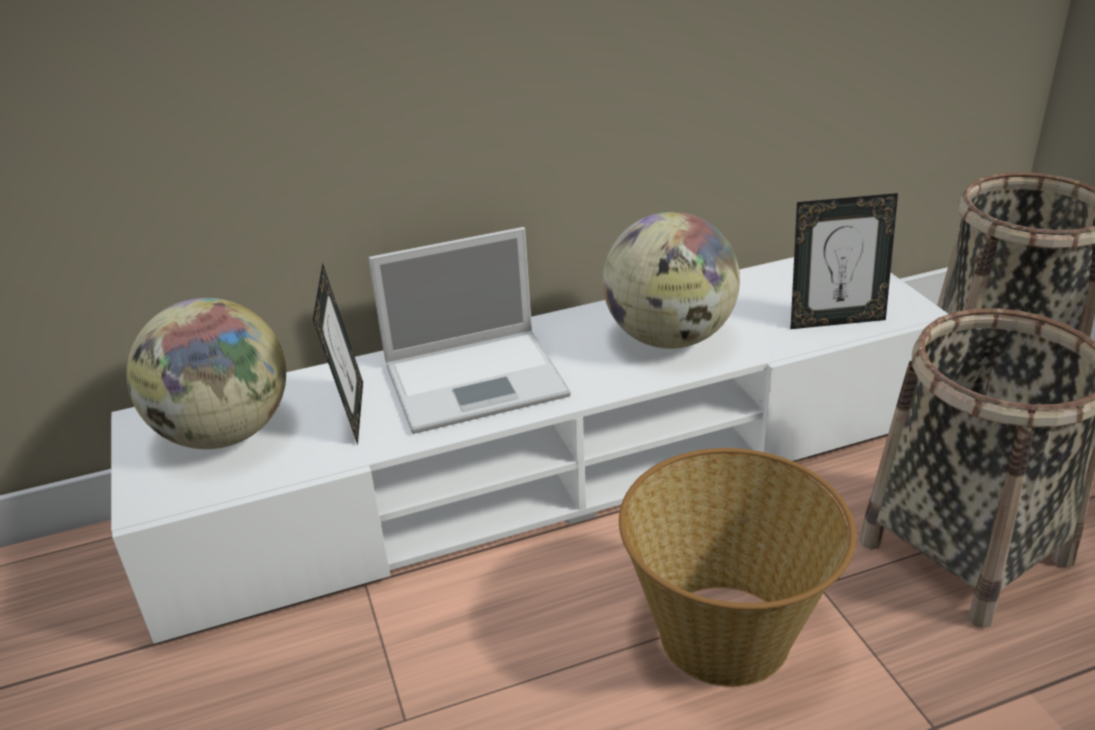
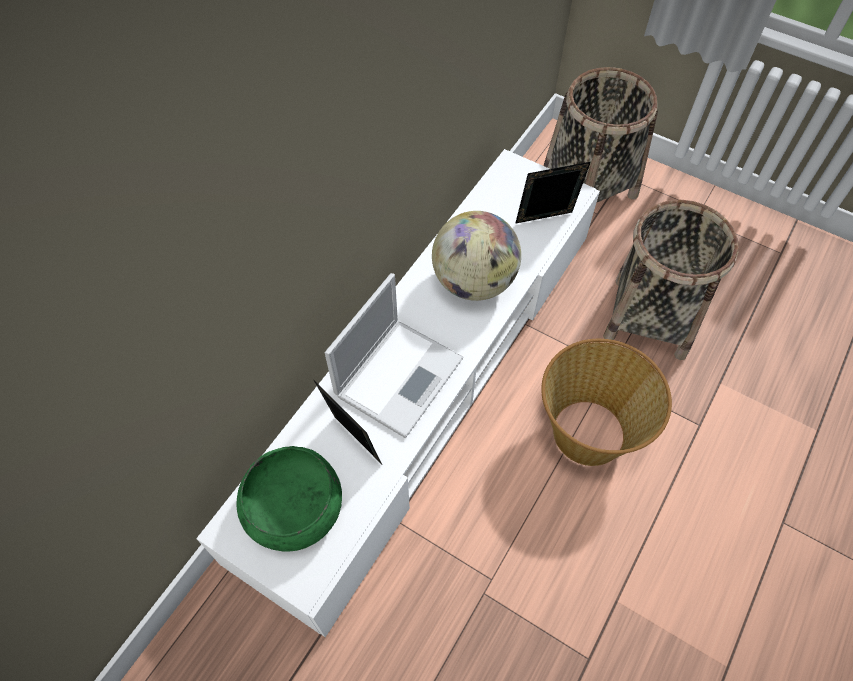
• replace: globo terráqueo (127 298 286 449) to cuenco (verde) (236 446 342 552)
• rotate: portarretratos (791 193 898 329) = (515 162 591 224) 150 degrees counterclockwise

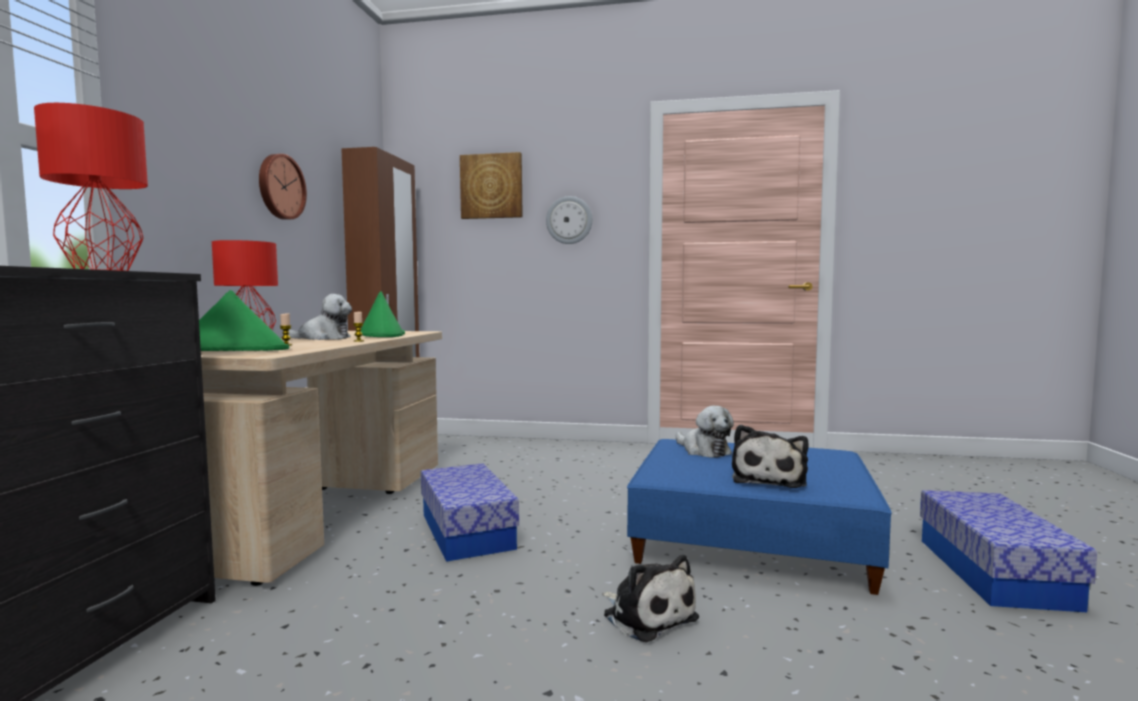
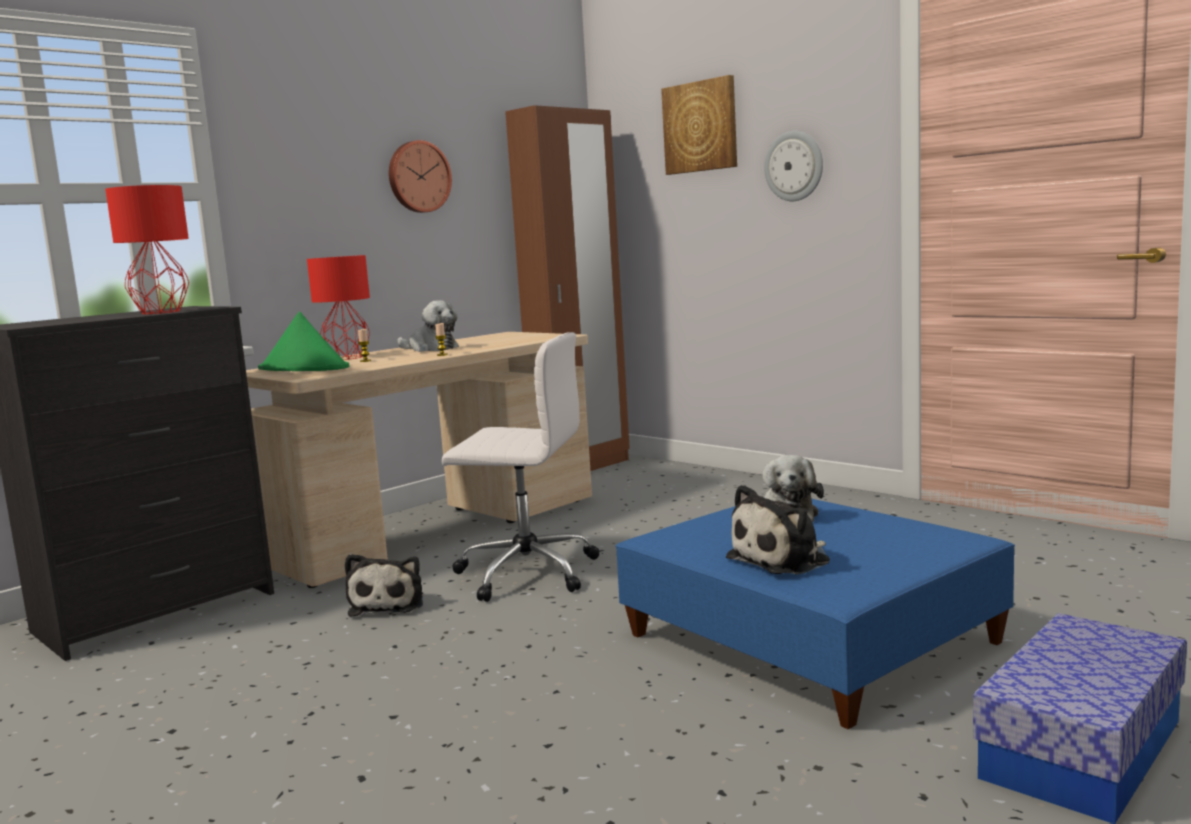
• delete: sombrero (verde) (361 291 405 337)
• move: peluche (602 555 699 643) to (345 554 423 617)
• replace: caja de almacenaje (421 463 519 562) to silla de oficina (blanco) (442 332 599 602)

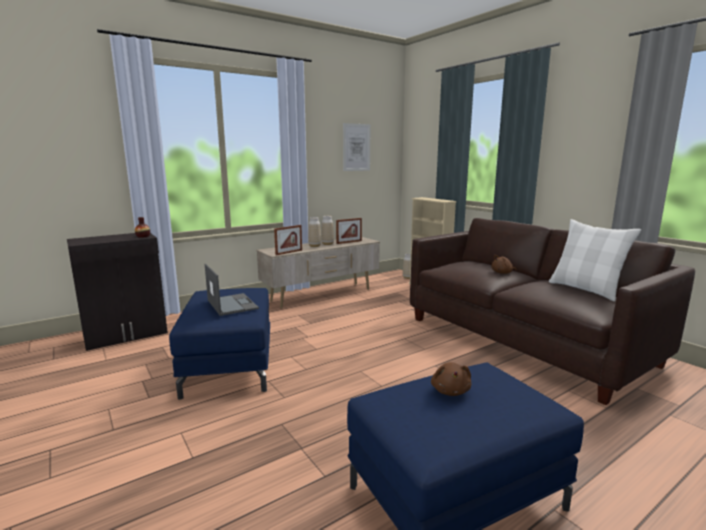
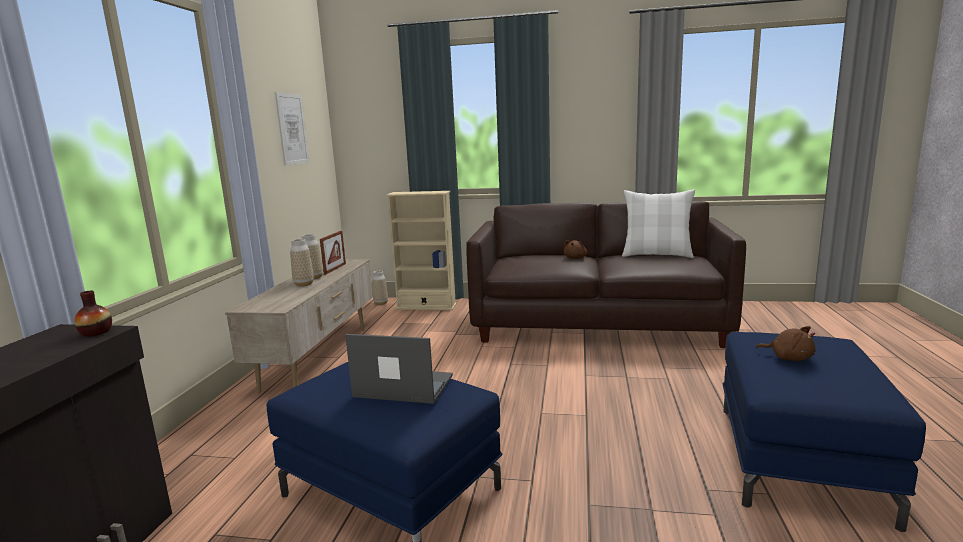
• delete: portarretratos (274 225 302 256)

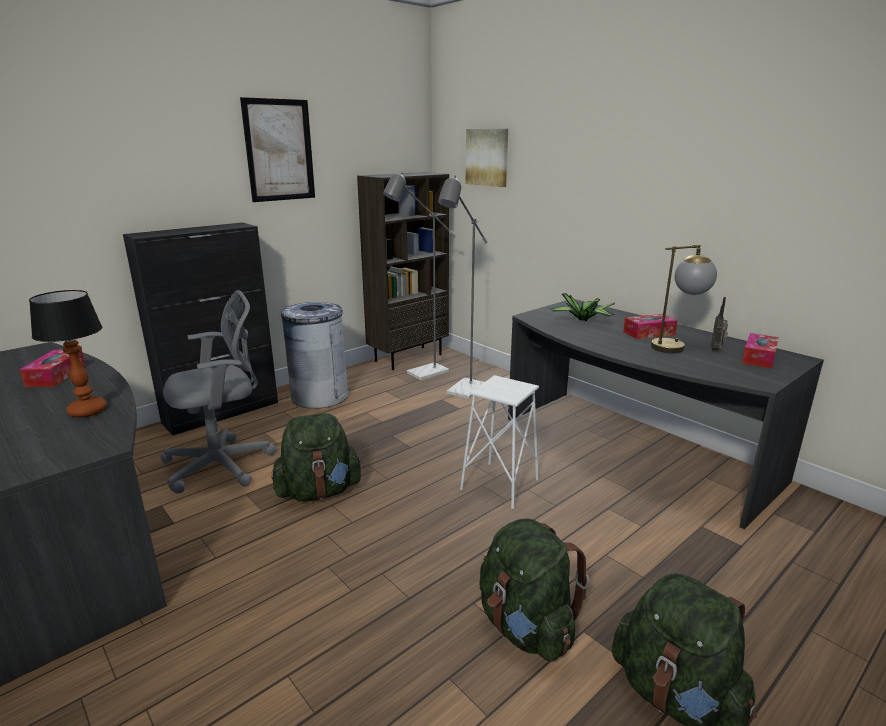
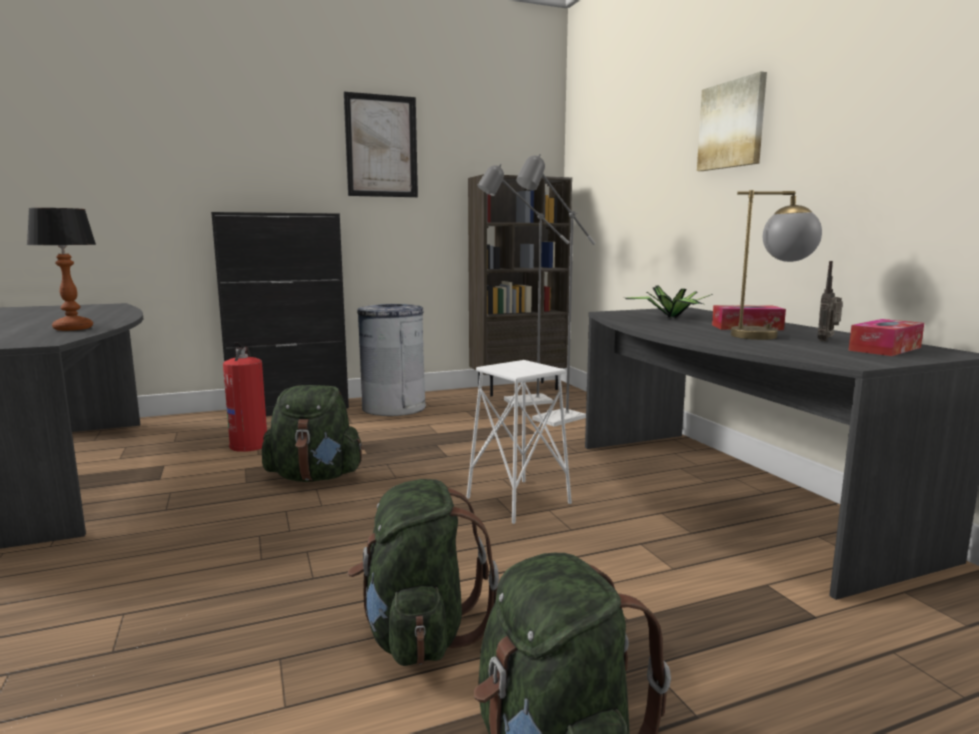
• delete: caja de pañuelos (20 349 86 387)
• move: cuadro (466 129 508 187) to (697 71 767 171)
• replace: silla de oficina (gris) (160 290 276 494) to extintor (223 342 267 452)

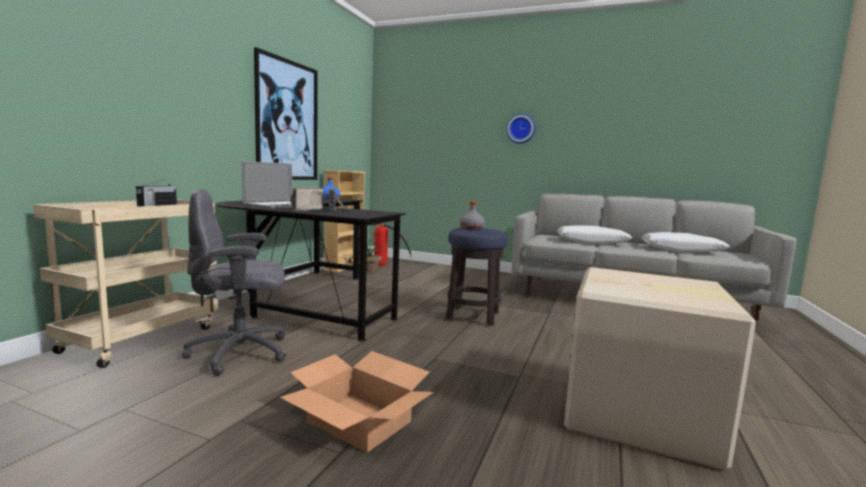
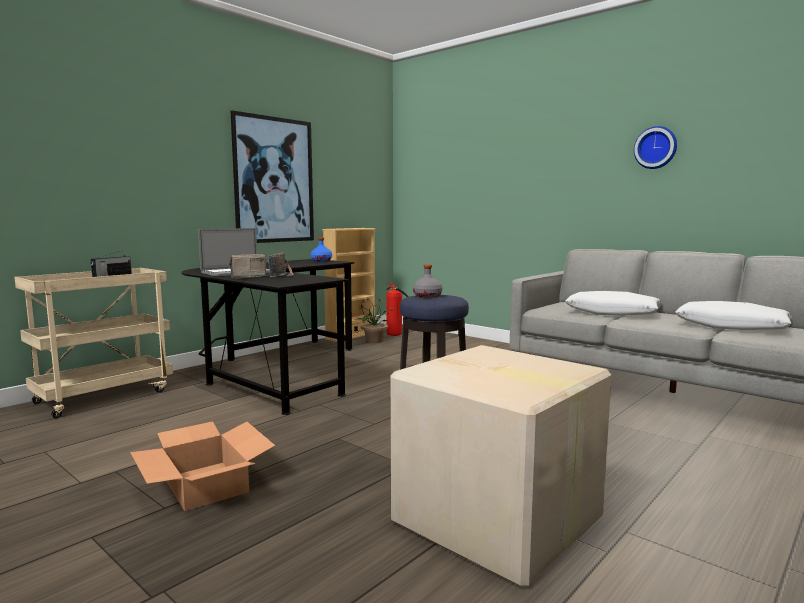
• delete: silla de oficina (gris) (182 188 286 376)
• move: reloj de pared (507 114 535 144) to (634 126 677 169)

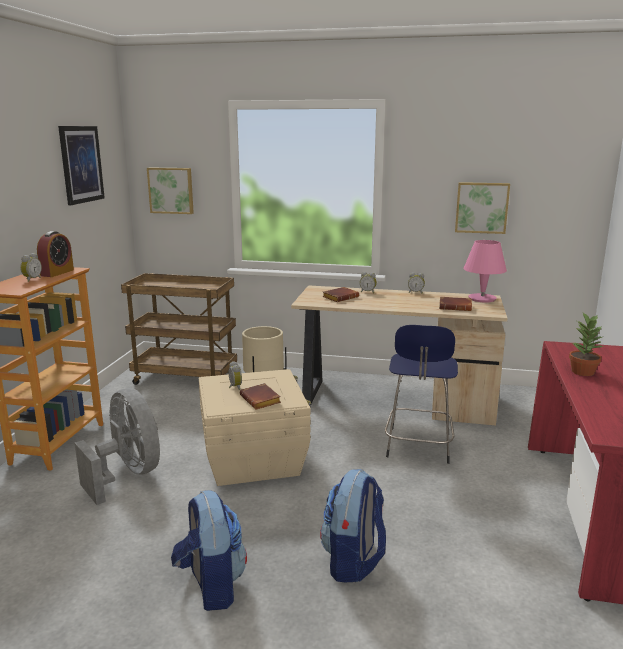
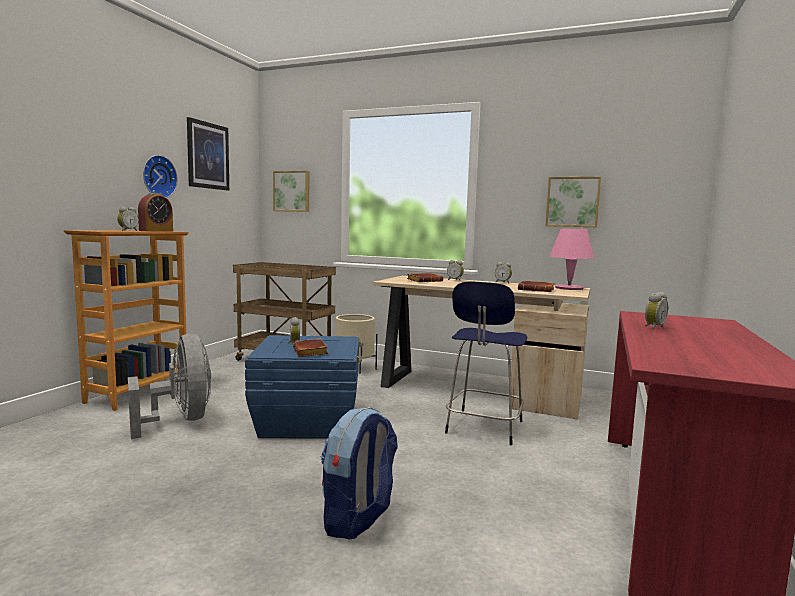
• delete: mochila (171 490 247 611)
• insert: reloj de pared (143 155 178 198)
• replace: planta en maceta (569 313 605 376) to despertador (645 292 668 330)
• recolor: caja de almacenaje (beis) (199 369 311 486) to caja de almacenaje (azul) (245 335 363 439)

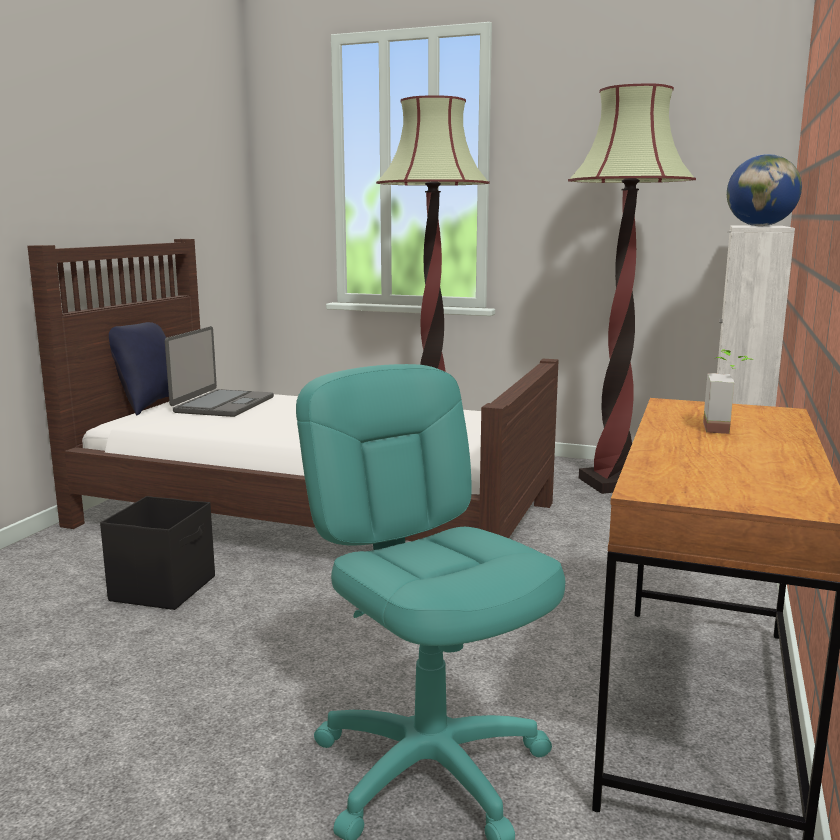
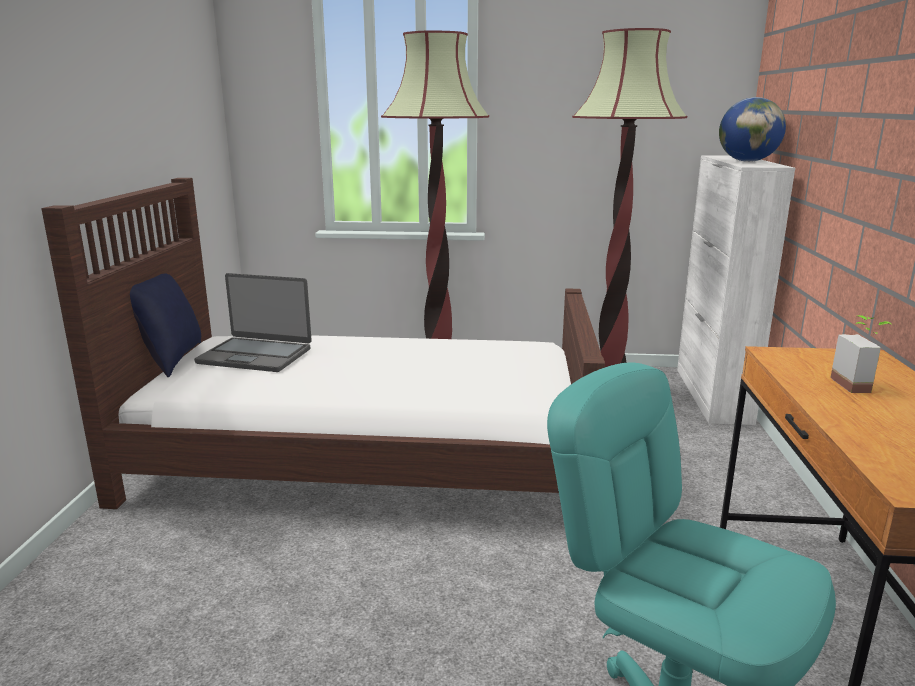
• delete: caja de almacenaje (negro) (100 496 215 610)
• rotate: portátil (165 326 274 417) = (194 273 312 372) 105 degrees clockwise

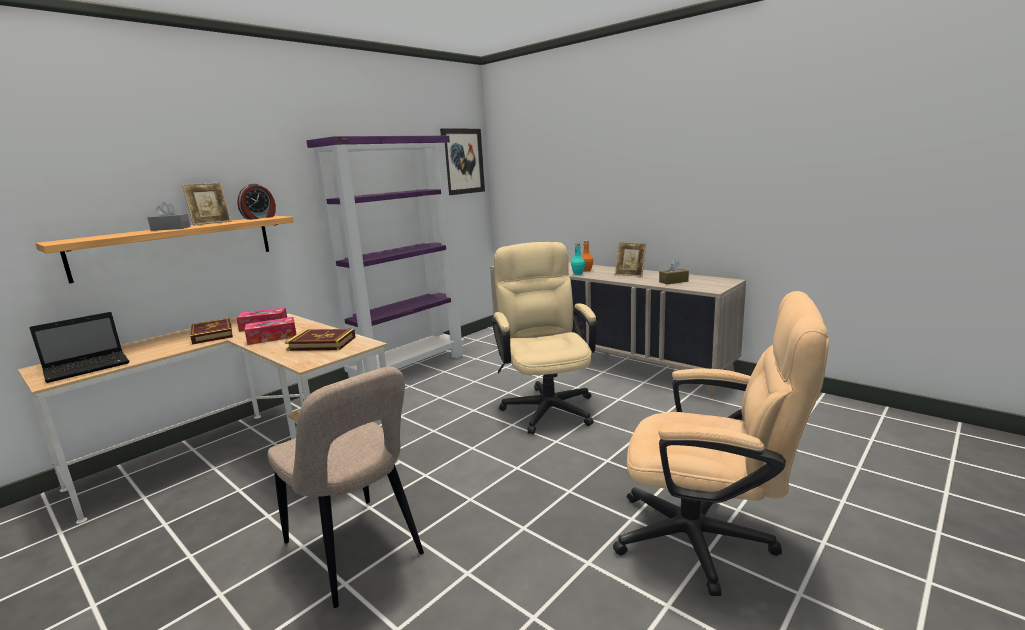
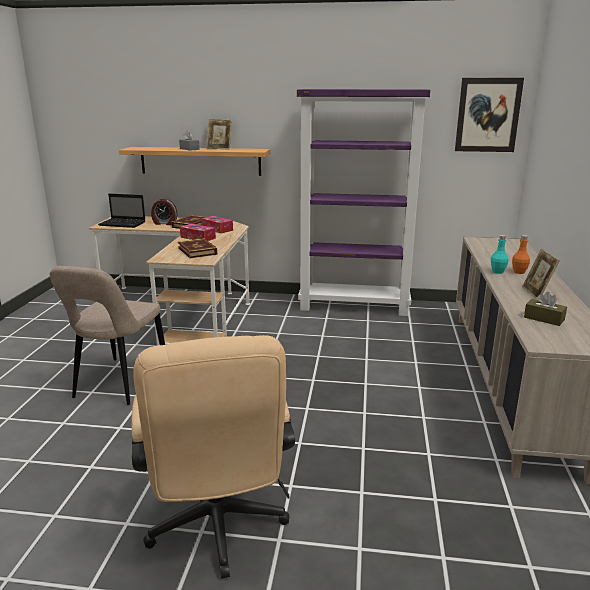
• delete: silla de oficina (beis) (492 242 597 434)
• move: despertador (237 184 276 220) to (151 198 177 225)

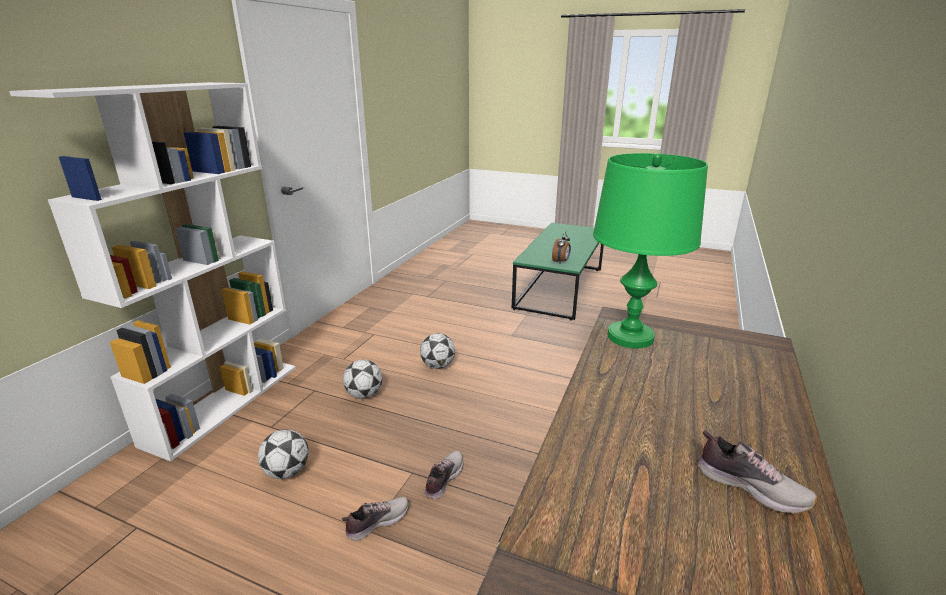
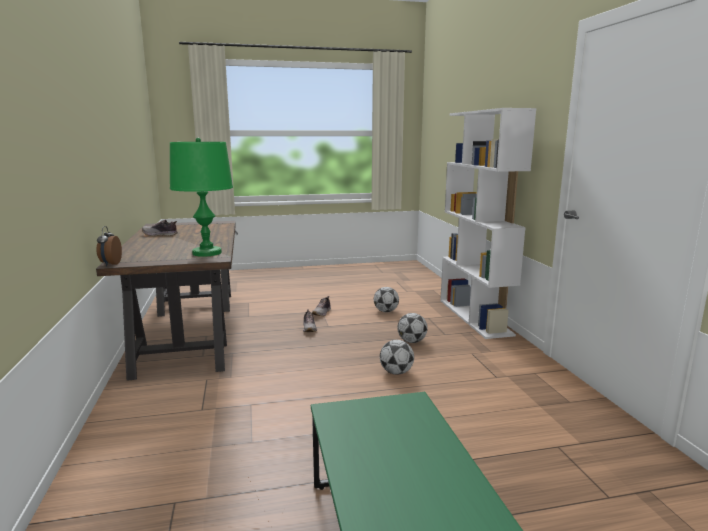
• move: despertador (552 232 571 263) to (96 226 122 266)

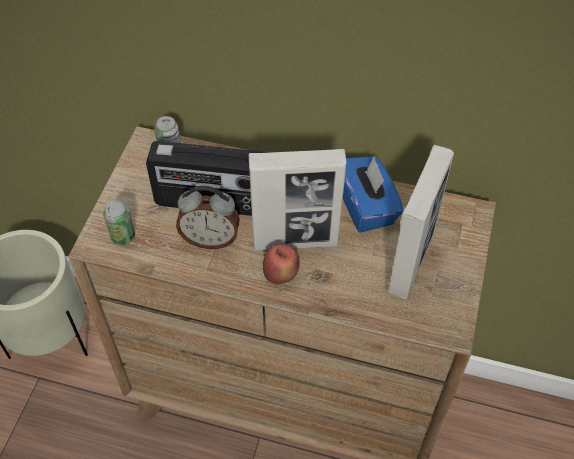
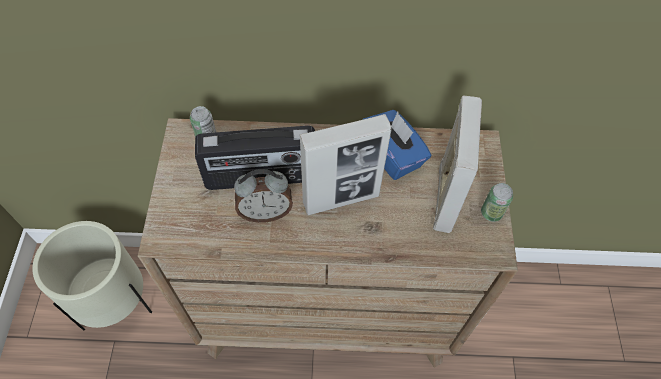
• delete: manzana (263 244 300 284)
• move: lata (103 200 135 245) to (481 183 513 222)

